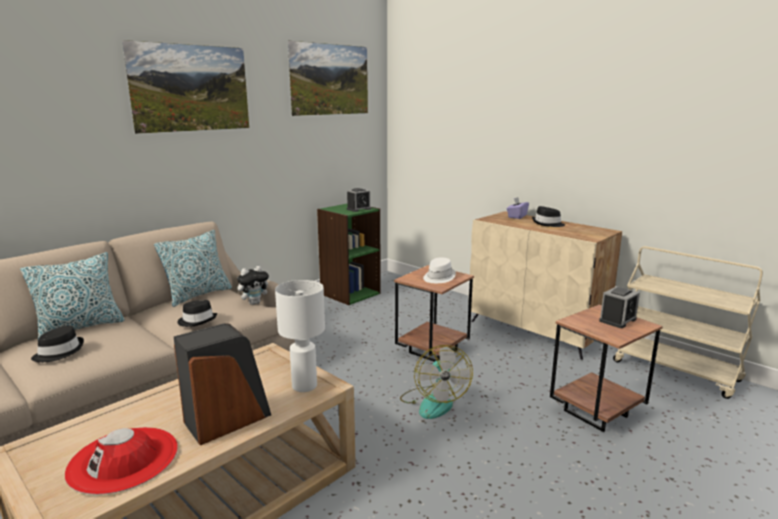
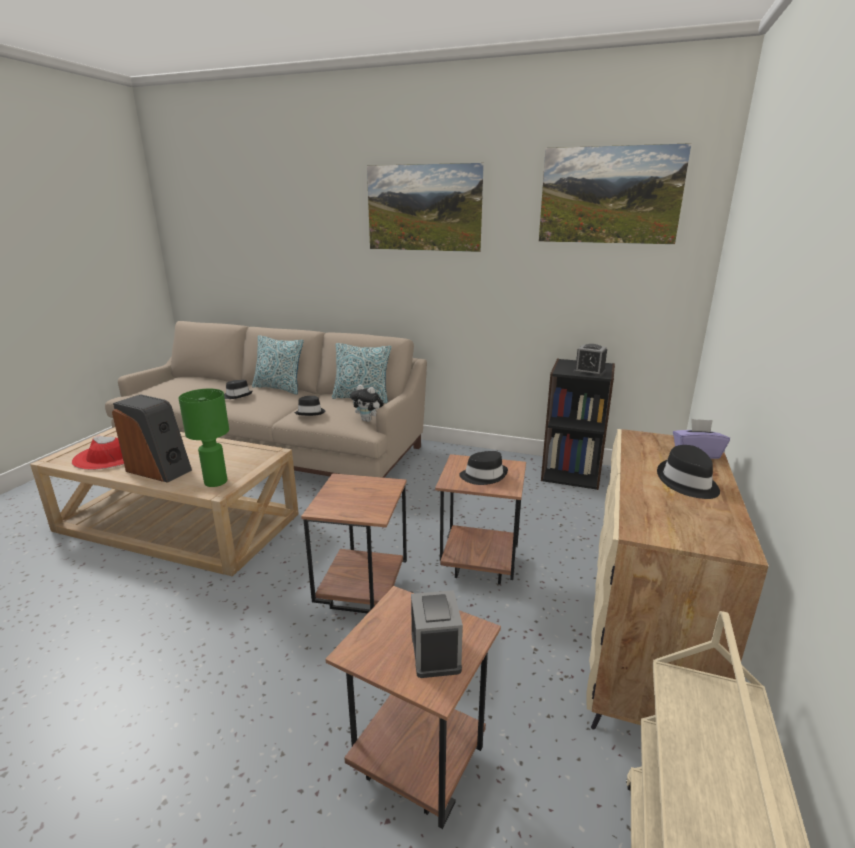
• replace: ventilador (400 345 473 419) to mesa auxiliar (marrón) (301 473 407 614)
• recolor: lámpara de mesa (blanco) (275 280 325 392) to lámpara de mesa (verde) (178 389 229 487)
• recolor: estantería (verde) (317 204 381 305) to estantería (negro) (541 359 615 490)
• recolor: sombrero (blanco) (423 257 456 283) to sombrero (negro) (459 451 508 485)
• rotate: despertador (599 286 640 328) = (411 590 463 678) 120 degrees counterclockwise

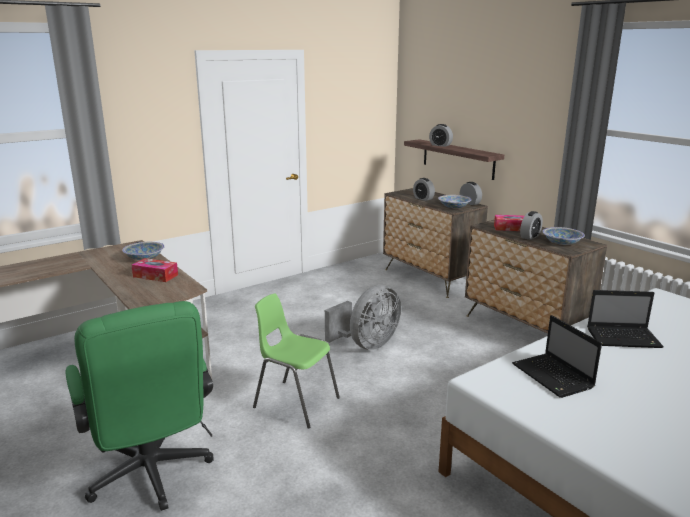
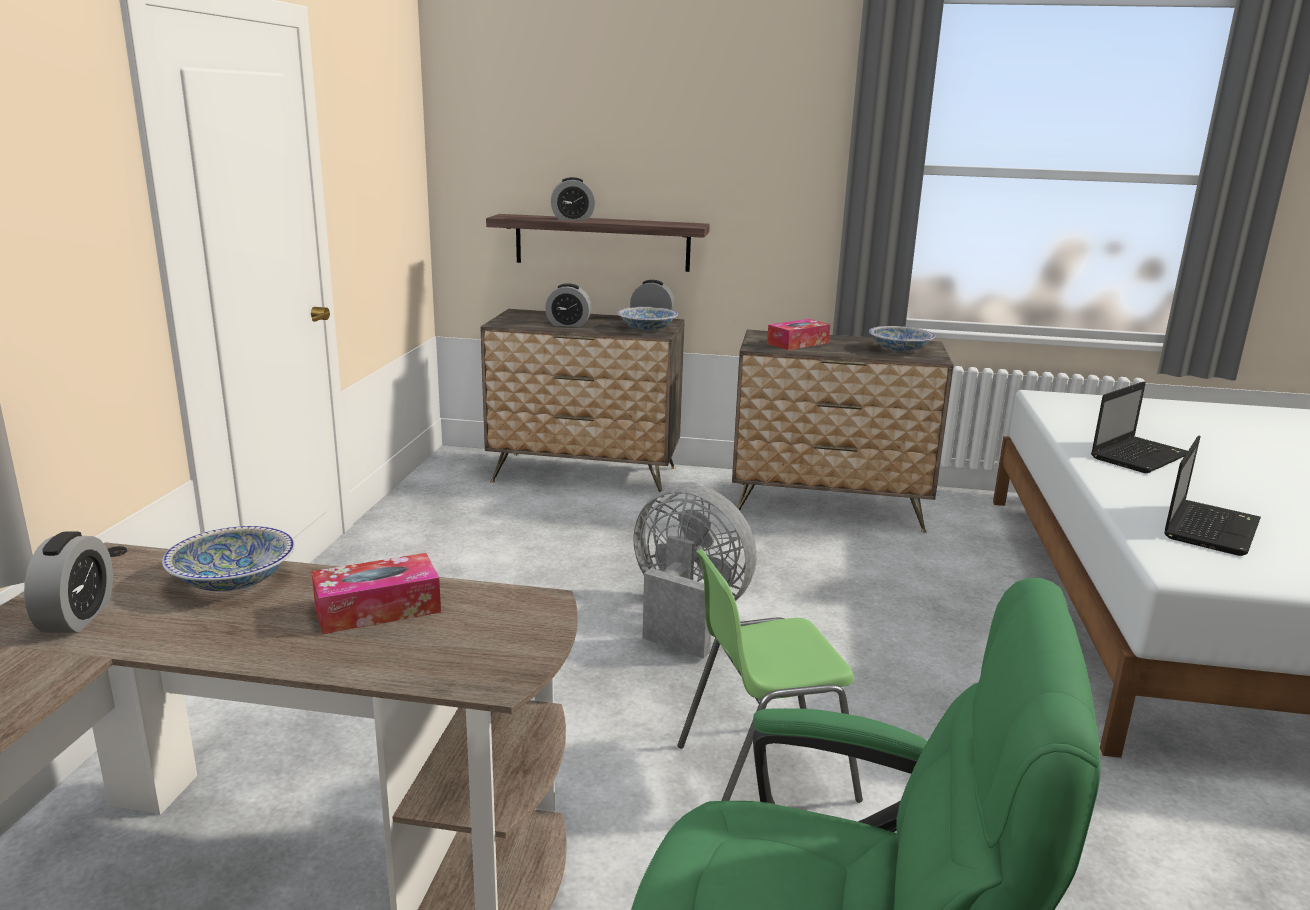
• move: despertador (520 211 543 240) to (24 531 113 633)
• rotate: ventilador (gris) (325 285 401 350) = (633 485 757 659) 60 degrees counterclockwise
• rotate: portátil (512 315 602 398) = (1164 435 1261 556) 75 degrees counterclockwise

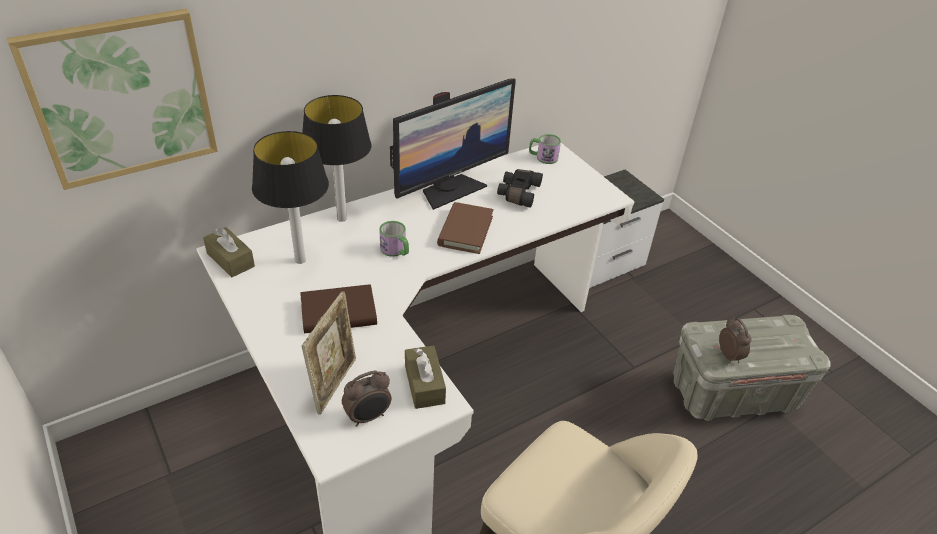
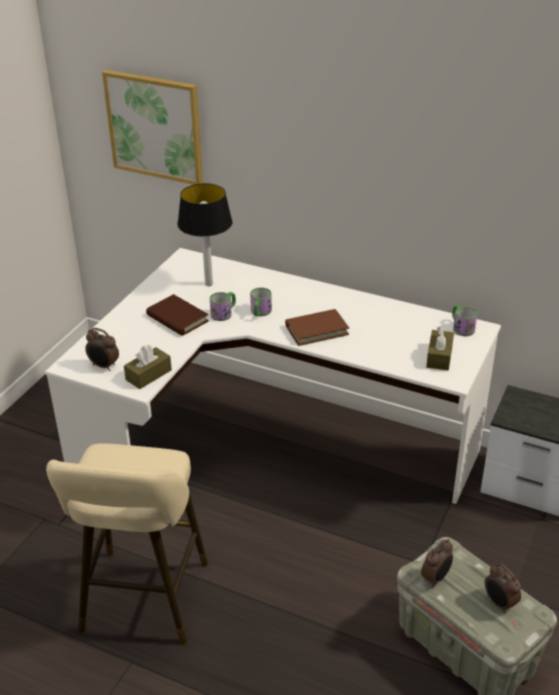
• delete: lámpara de mesa (302 95 371 222)
• delete: portarretratos (302 291 356 415)
• delete: monitor (390 78 516 210)
• delete: prismáticos (negro) (497 169 543 208)
• insert: taza grande (210 292 236 321)
• insert: despertador (485 563 521 613)
• move: caja de pañuelos (marrón) (203 227 255 277) to (426 327 454 370)

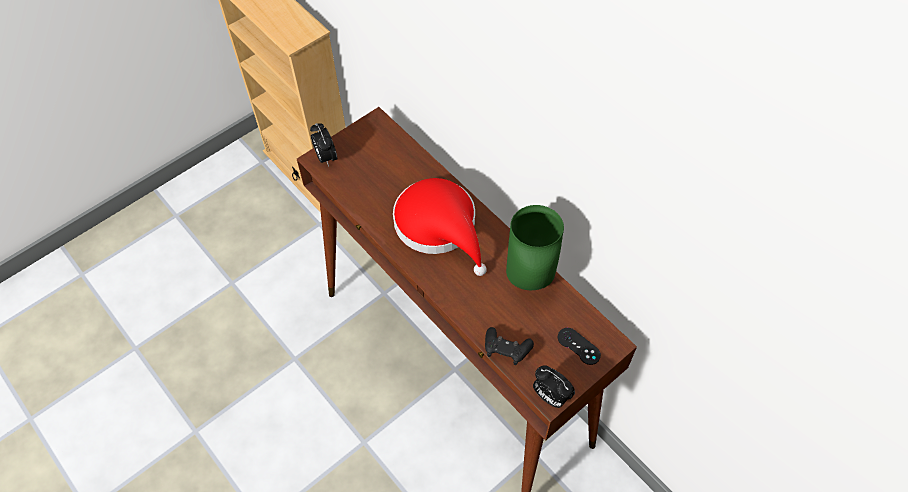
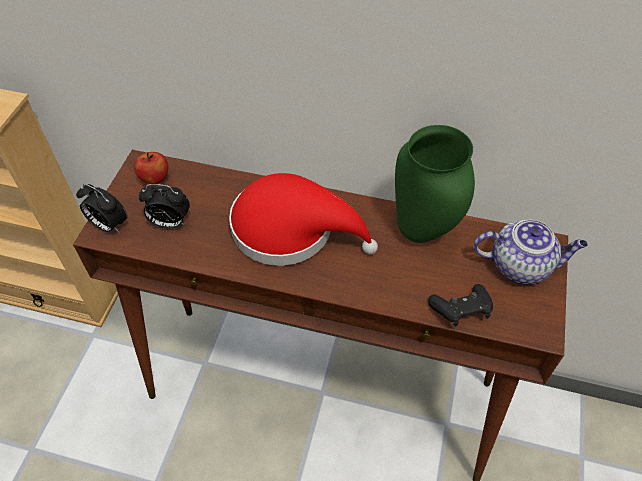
• insert: manzana (134 152 168 184)
• move: despertador (533 365 575 408) to (138 184 190 228)
• replace: mando de consola (negro) (558 328 601 365) to tetera (473 219 588 284)

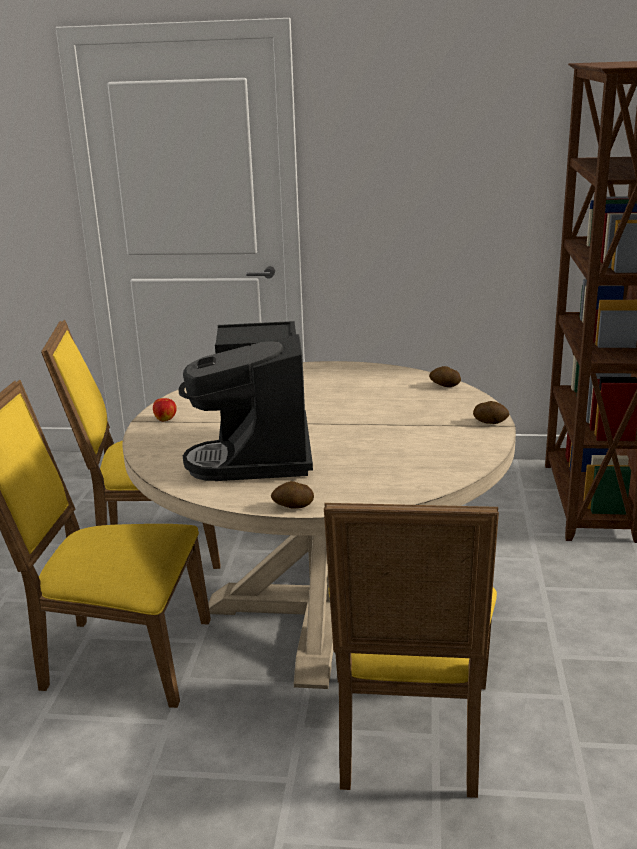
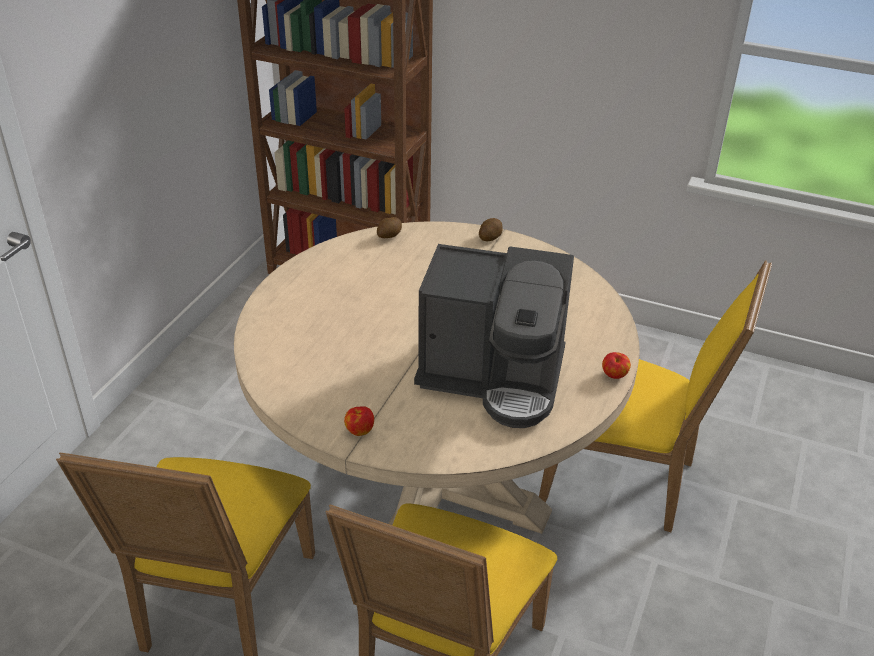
• replace: patata (271 481 314 509) to manzana (602 352 631 379)

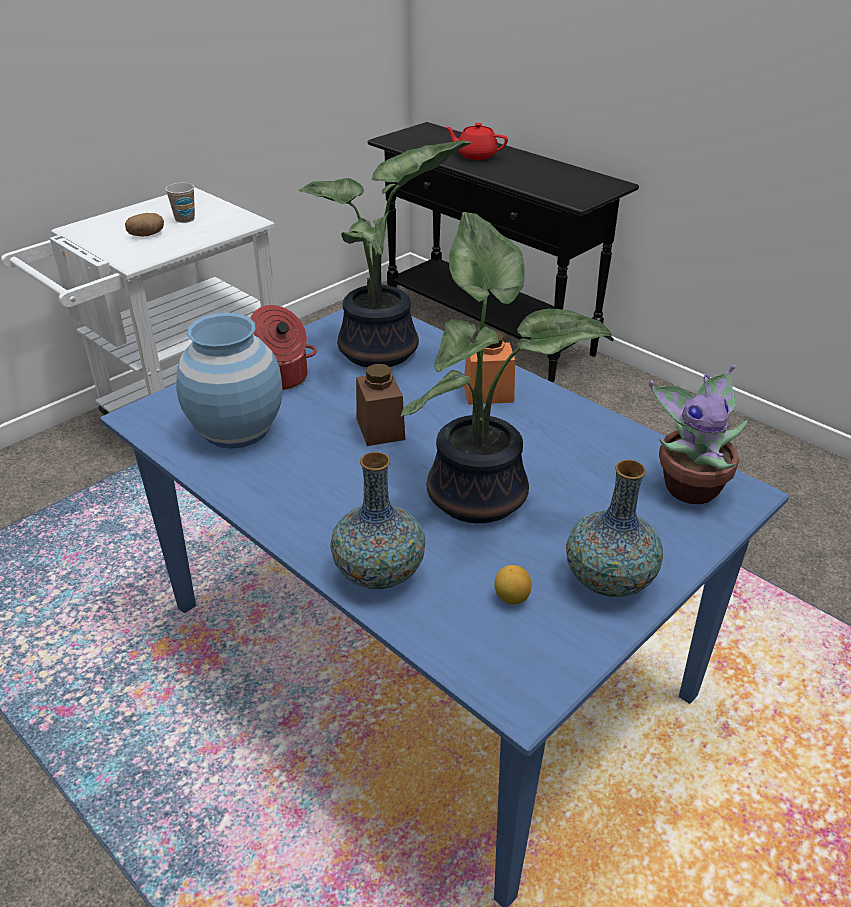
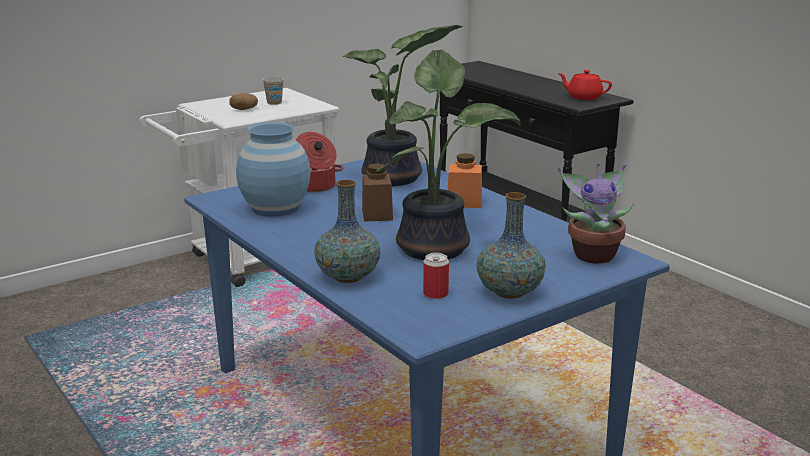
• move: tetera (rojo) (444 123 508 160) to (558 70 612 100)
• replace: limón (494 565 531 605) to lata (423 253 449 299)

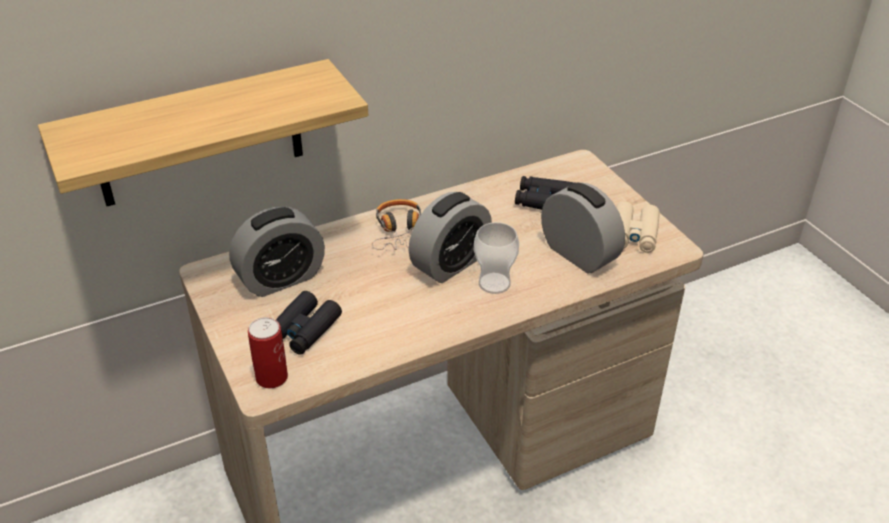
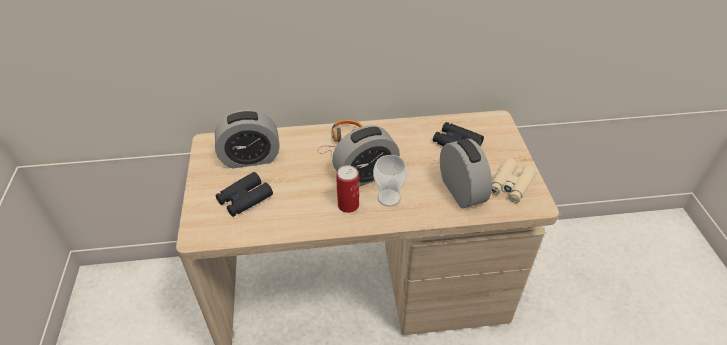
• delete: estante (38 59 368 206)
• move: lata (248 317 288 388) to (336 165 359 213)

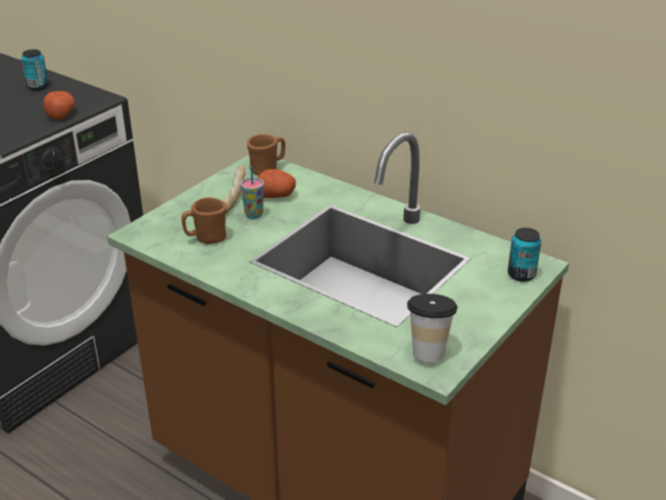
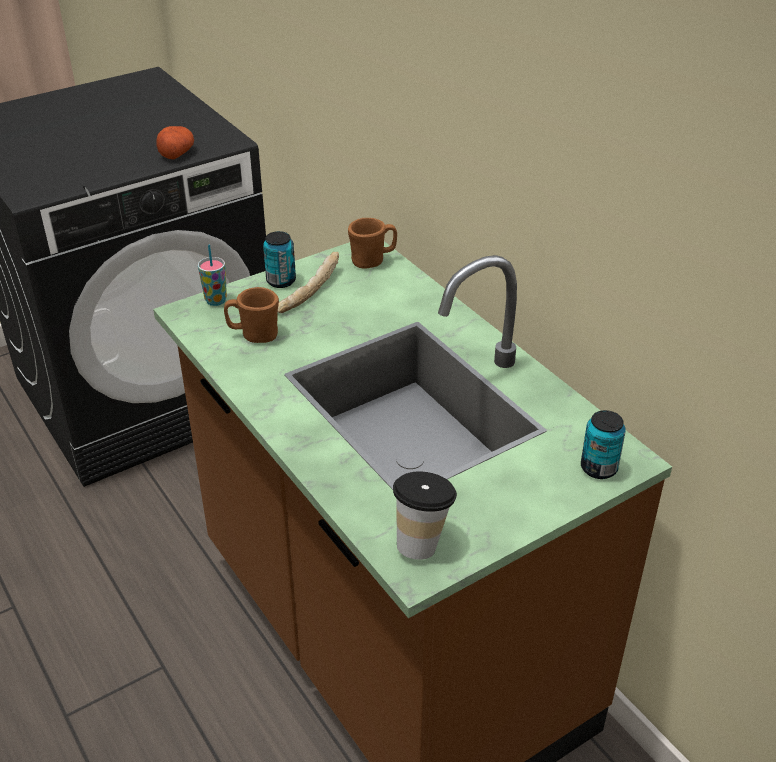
• delete: patata (258 169 296 198)
• move: lata (21 49 49 91) to (263 231 296 288)
• move: taza (241 166 264 219) to (198 244 227 306)

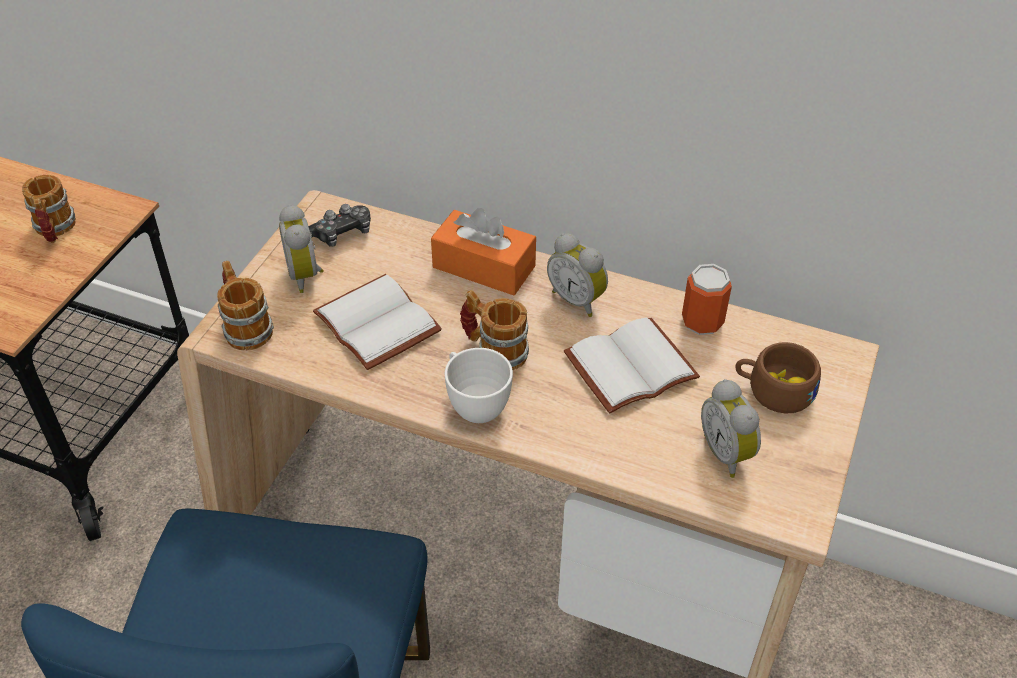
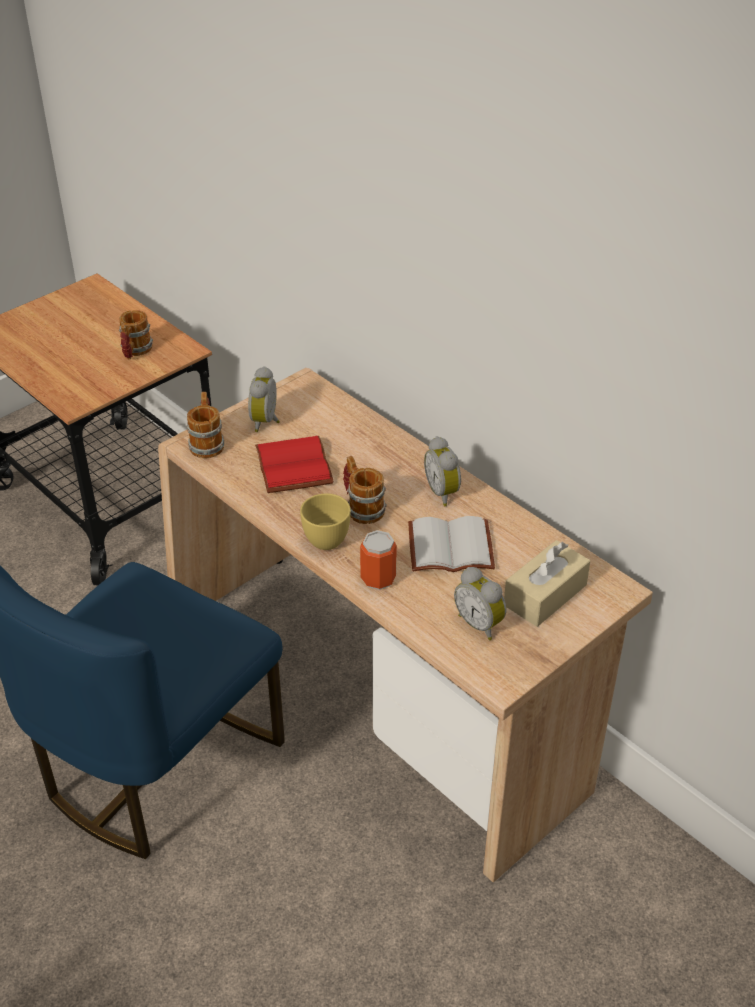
• delete: mando de consola (309 204 371 247)
• delete: caja de pañuelos (naranja) (431 208 536 295)
• move: lata (682 264 732 335) to (360 530 397 590)
• replace: taza (marrón) (735 342 821 414) to caja de pañuelos (beis) (504 540 590 627)
• recolor: libro (blanco) (313 274 442 370) to libro (rojo) (255 436 334 493)
• recolor: taza (blanco) (445 348 513 423) to taza (amarillo) (300 493 351 550)
• rotate: despertador (701 379 761 478) = (454 567 506 640) 45 degrees counterclockwise

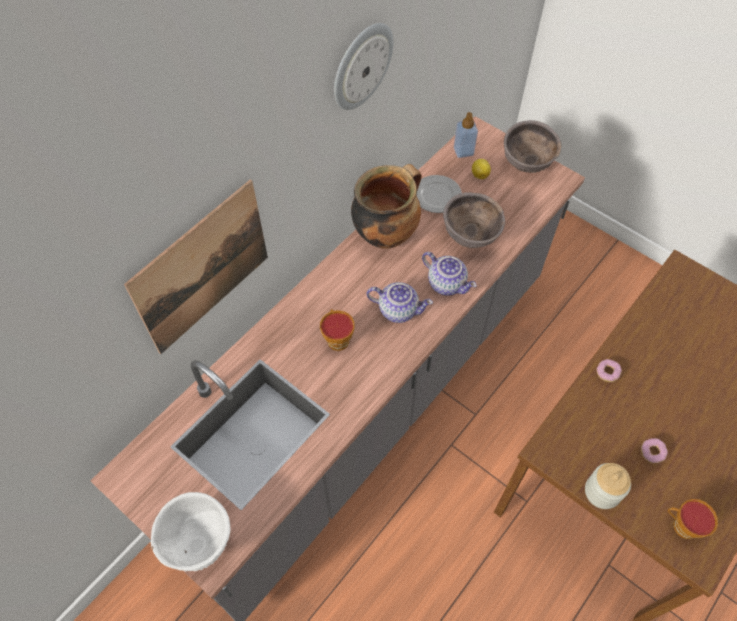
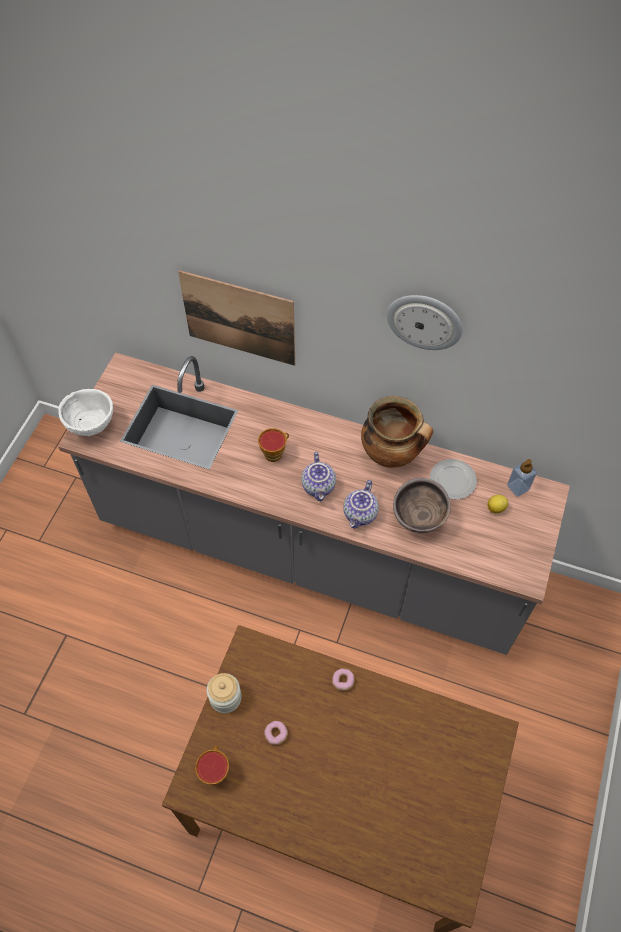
• delete: cuenco (marrón) (504 120 561 173)

